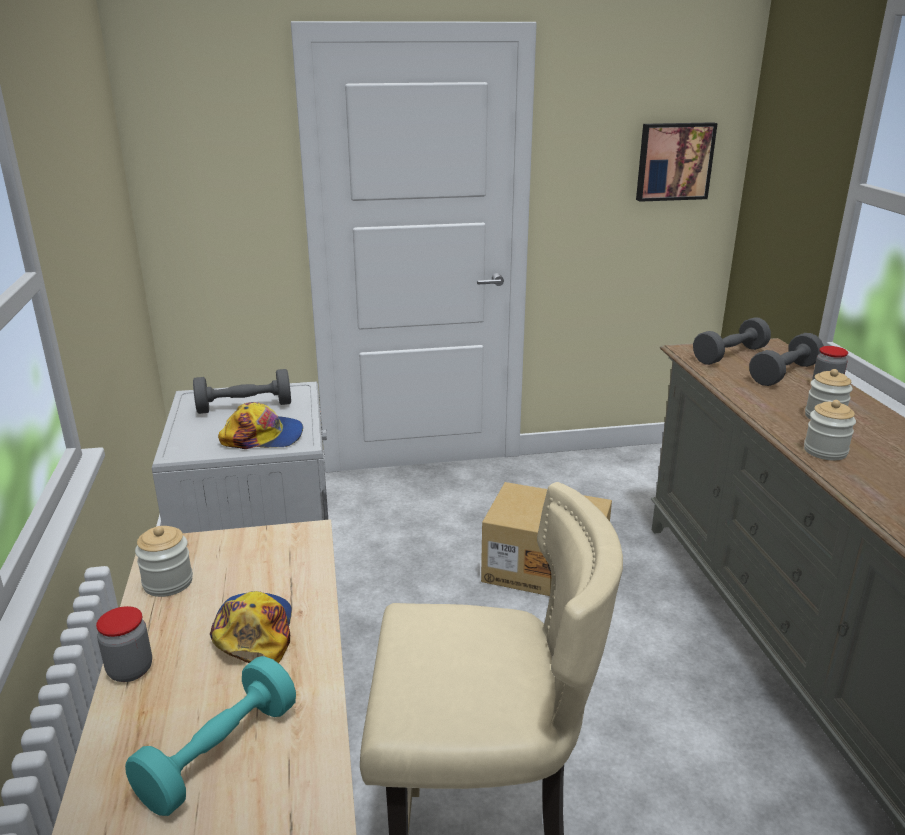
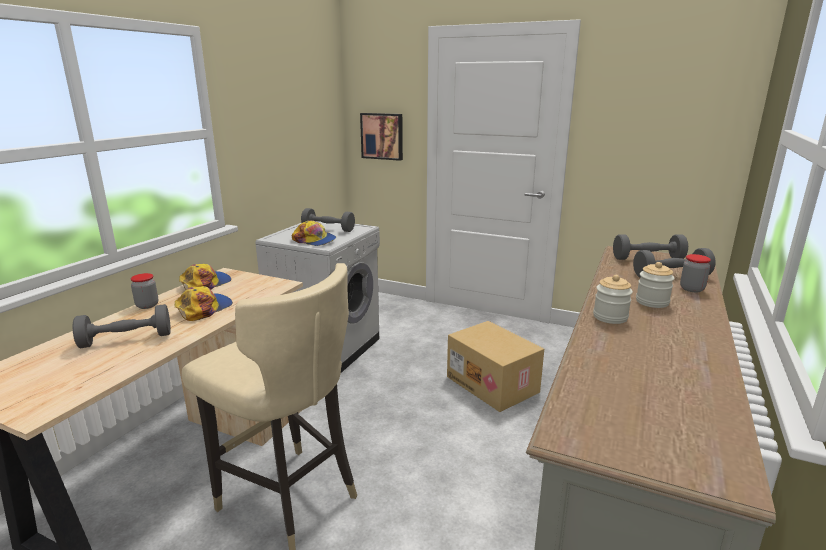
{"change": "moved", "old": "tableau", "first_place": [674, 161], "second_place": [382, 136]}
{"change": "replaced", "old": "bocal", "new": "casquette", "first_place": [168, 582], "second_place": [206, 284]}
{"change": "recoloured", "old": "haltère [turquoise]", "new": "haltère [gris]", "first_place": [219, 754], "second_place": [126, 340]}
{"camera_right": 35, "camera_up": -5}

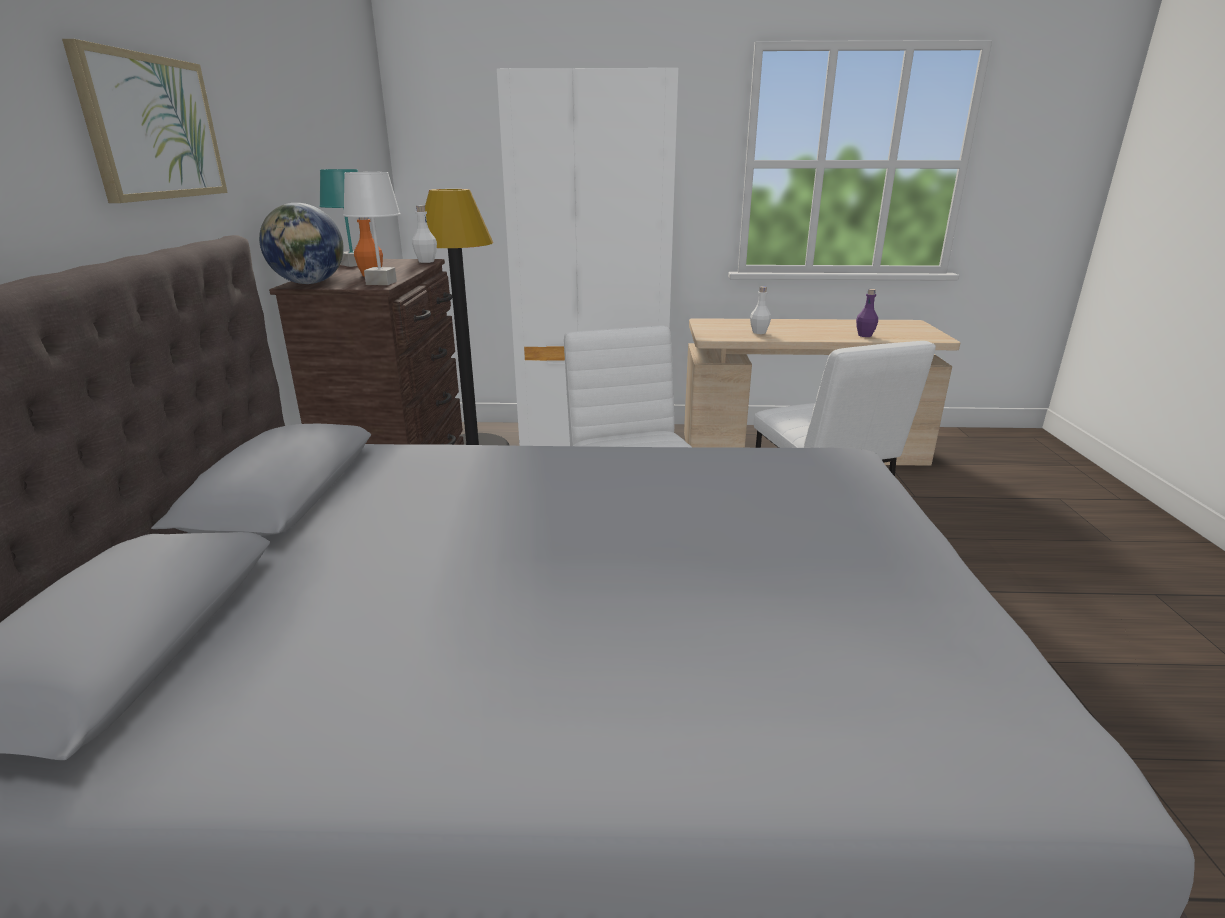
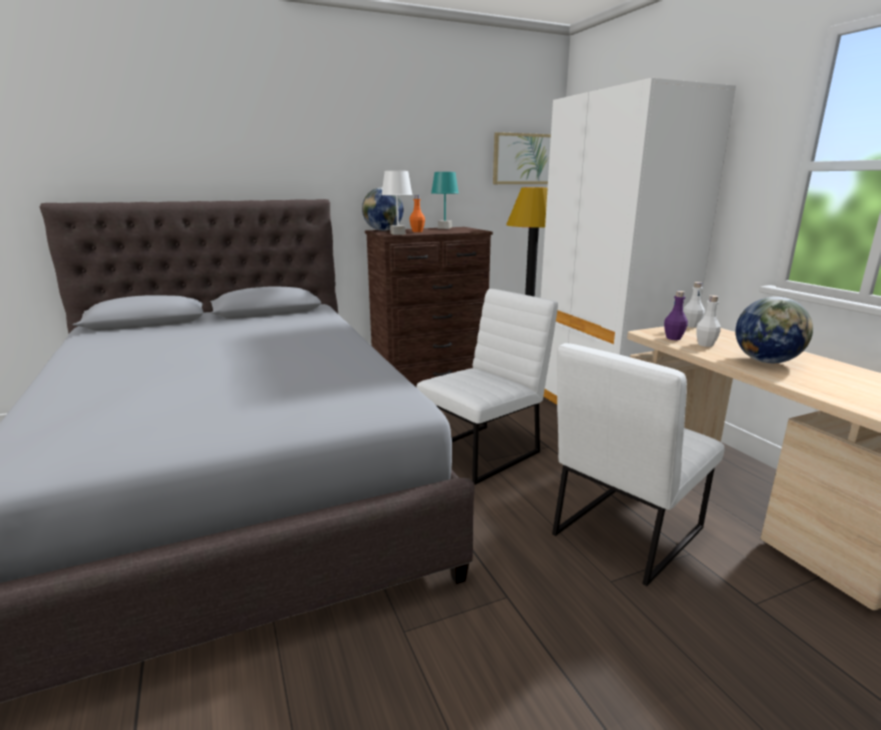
{"change": "moved", "old": "tableau", "first_place": [152, 128], "second_place": [522, 159]}
{"change": "moved", "old": "bouteille [blanc]", "first_place": [426, 261], "second_place": [691, 326]}
{"change": "moved", "old": "bouteille [violet]", "first_place": [864, 335], "second_place": [673, 338]}
{"change": "added", "new": "globe", "second_place": [766, 361]}
{"camera_right": 65, "camera_up": -5}

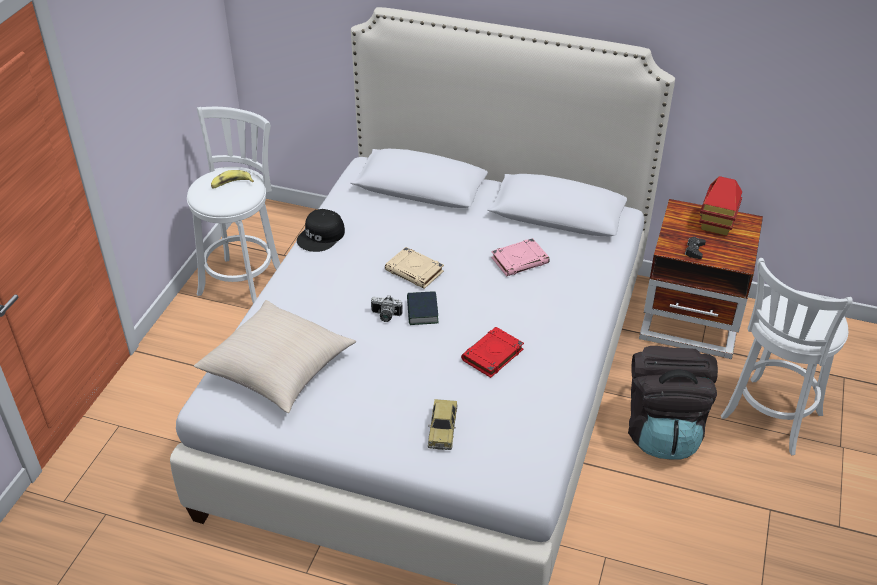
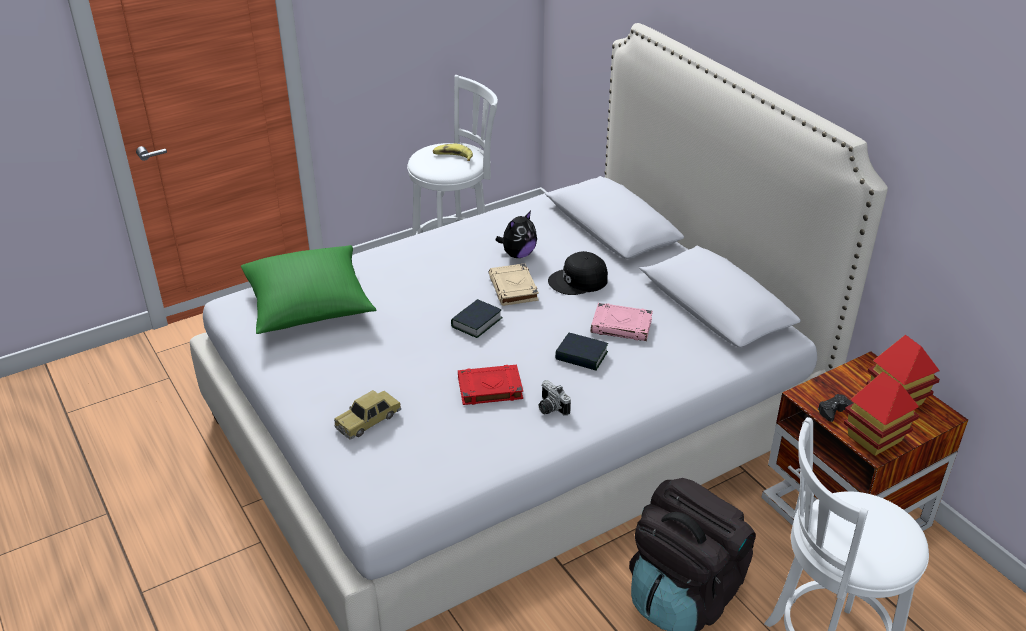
{"change": "moved", "old": "casquette [noir]", "first_place": [321, 236], "second_place": [578, 281]}
{"change": "moved", "old": "appareil photo", "first_place": [385, 316], "second_place": [550, 408]}
{"change": "recoloured", "old": "coussin [beige]", "new": "coussin [vert]", "first_place": [278, 368], "second_place": [309, 305]}
{"change": "added", "new": "peluche", "second_place": [518, 254]}
{"change": "added", "new": "livre", "second_place": [581, 356]}
{"change": "added", "new": "maison miniature", "second_place": [874, 438]}
{"camera_right": 40, "camera_up": -5}

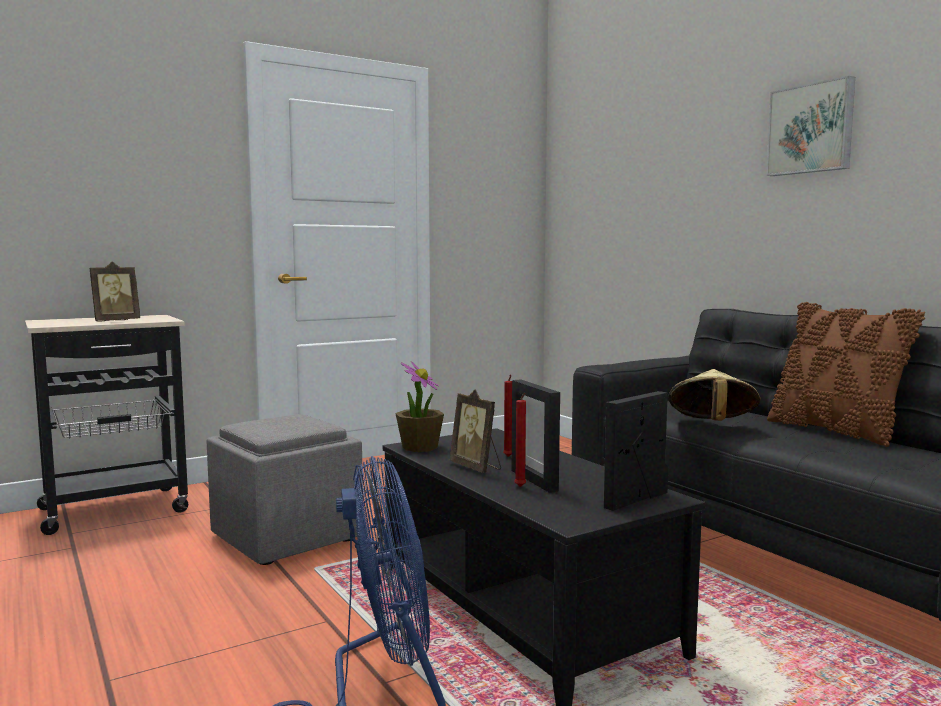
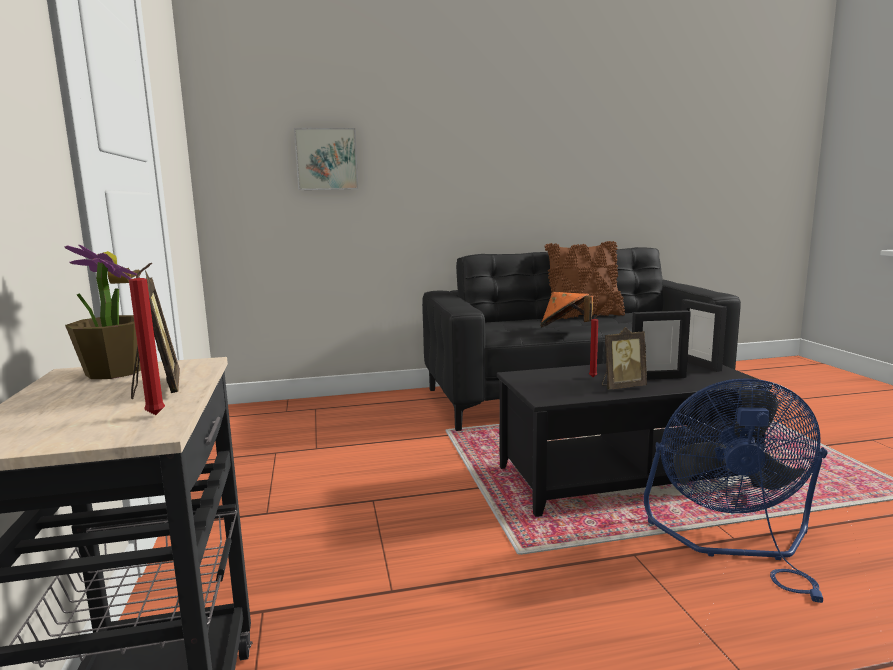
{"change": "moved", "old": "tableau", "first_place": [811, 129], "second_place": [326, 159]}
{"change": "moved", "old": "plante en pot", "first_place": [419, 447], "second_place": [114, 372]}
{"change": "recoloured", "old": "chapeau [beige]", "new": "chapeau [orange]", "first_place": [711, 425], "second_place": [564, 328]}
{"change": "moved", "old": "bougie [rouge]", "first_place": [520, 487], "second_place": [158, 415]}
{"change": "removed", "old": "pouf [gris]", "first_place": [287, 537]}
{"camera_right": -70, "camera_up": 5}

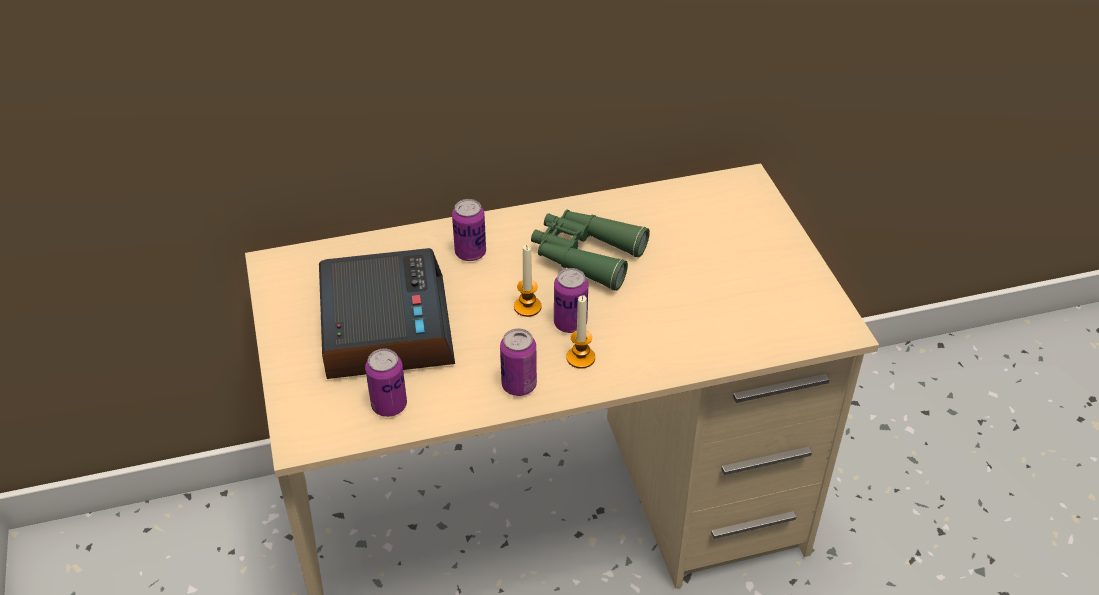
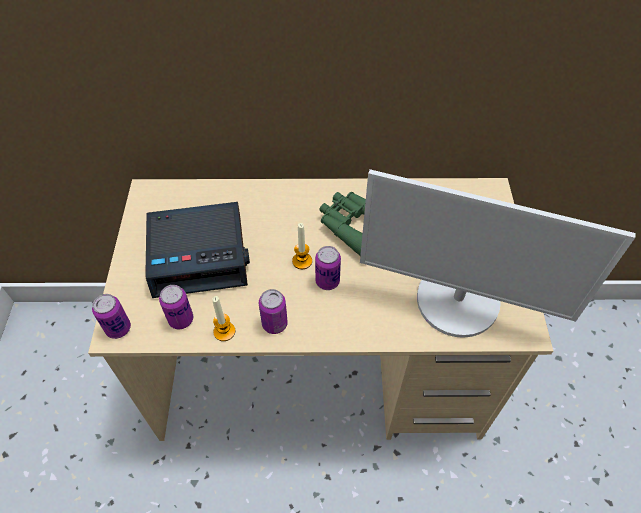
{"change": "moved", "old": "boîte métallique", "first_place": [470, 253], "second_place": [118, 328]}
{"change": "turned", "old": "réveil", "first_place": [384, 326], "second_place": [200, 255], "degrees": 75}
{"change": "moved", "old": "bougie", "first_place": [580, 358], "second_place": [224, 331]}
{"change": "added", "new": "écran d'ordinateur", "second_place": [458, 301]}
{"camera_right": 15, "camera_up": 10}

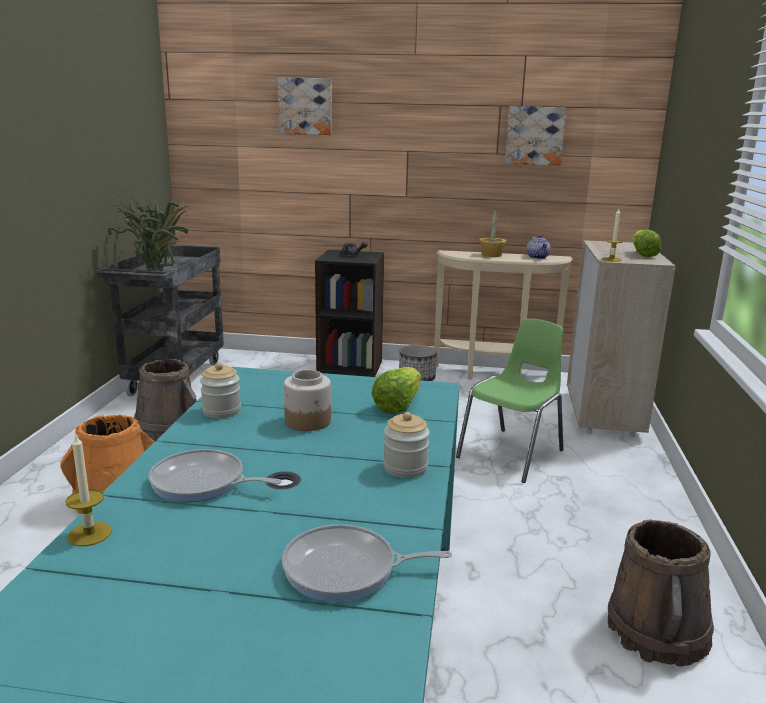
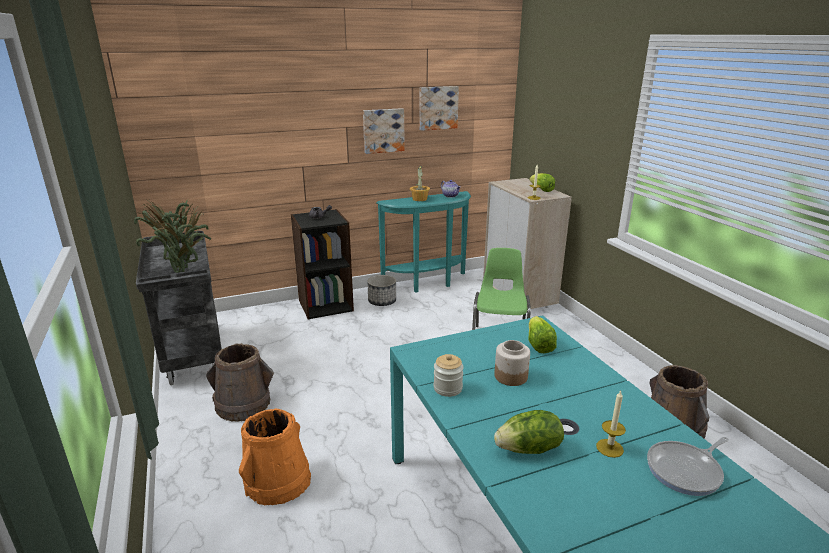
{"change": "moved", "old": "tableau", "first_place": [305, 106], "second_place": [383, 130]}
{"change": "recoloured", "old": "table console [beige]", "new": "table console [turquoise]", "first_place": [495, 374], "second_place": [428, 284]}
{"change": "removed", "old": "bocal", "first_place": [405, 467]}
{"change": "moved", "old": "bougie", "first_place": [89, 534], "second_place": [609, 448]}
{"change": "replaced", "old": "poêle", "new": "laitue", "first_place": [202, 483], "second_place": [529, 449]}
{"camera_right": -30, "camera_up": 5}

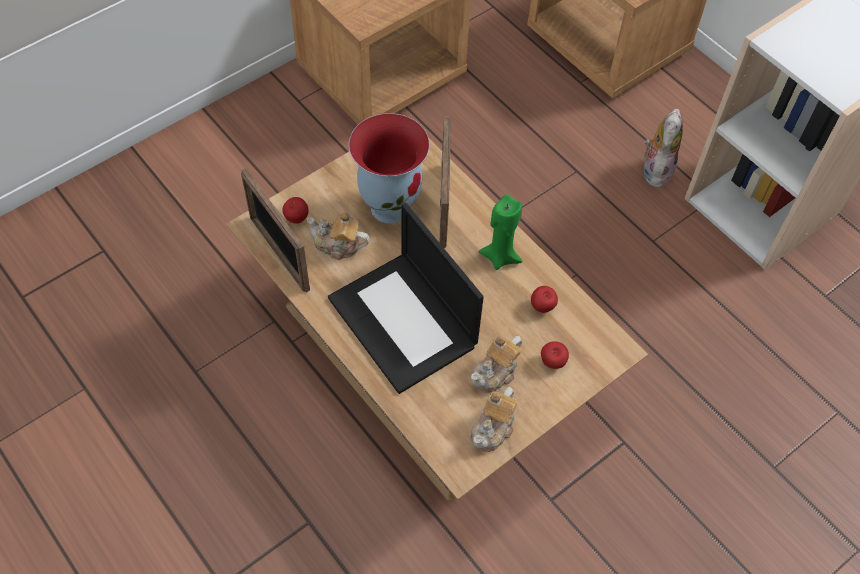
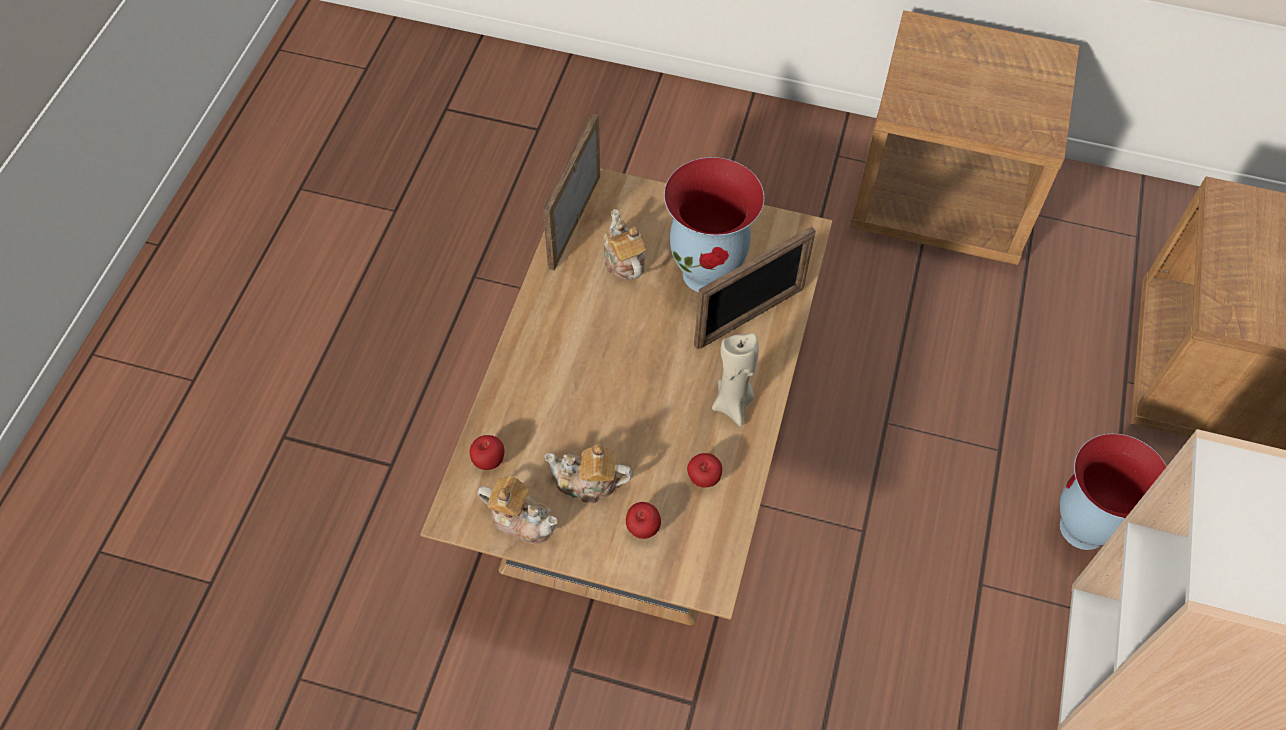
{"change": "replaced", "old": "peluche", "new": "vase", "first_place": [655, 169], "second_place": [1082, 530]}
{"change": "recoloured", "old": "bougie [vert]", "new": "bougie [beige]", "first_place": [500, 256], "second_place": [733, 404]}
{"change": "moved", "old": "pomme", "first_place": [296, 218], "second_place": [488, 461]}
{"change": "removed", "old": "ordinateur portable", "first_place": [404, 322]}
{"change": "turned", "old": "théière", "first_place": [493, 428], "second_place": [521, 519], "degrees": -150}
{"camera_right": 55, "camera_up": 0}

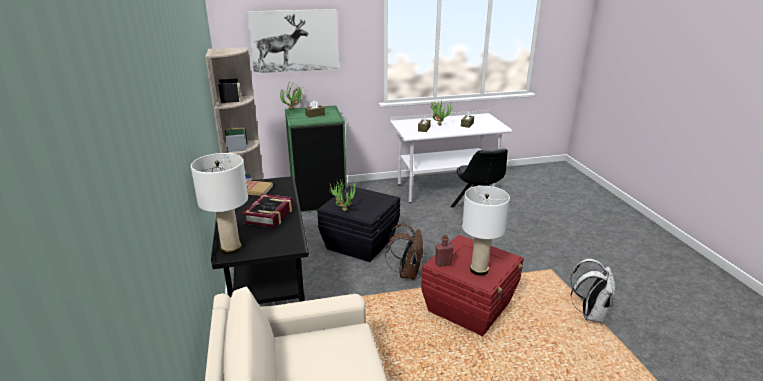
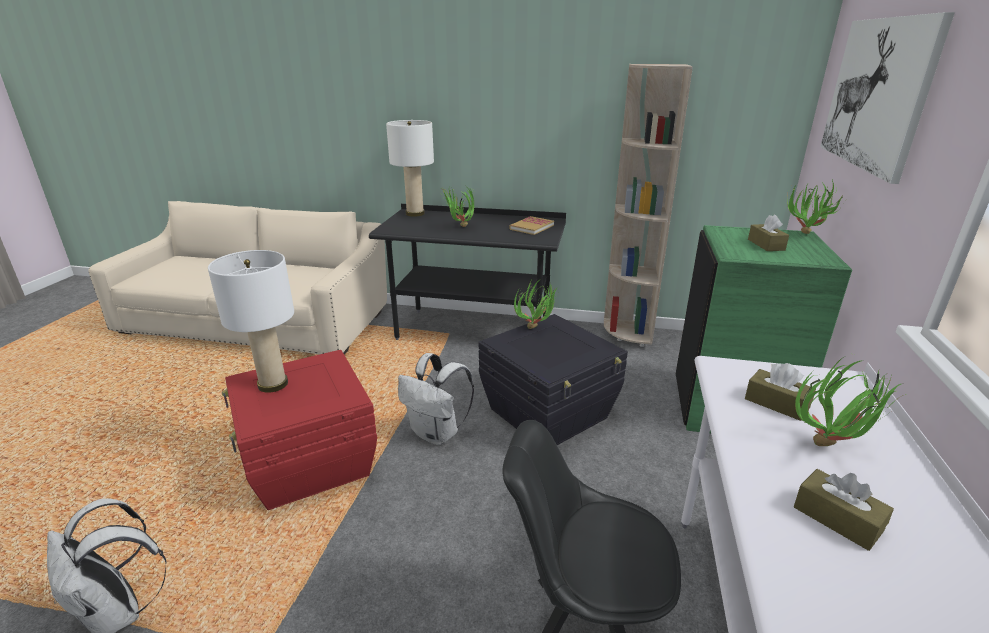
{"change": "replaced", "old": "livre", "new": "plante en pot", "first_place": [269, 215], "second_place": [460, 228]}
{"change": "recoloured", "old": "sac à dos [marron]", "new": "sac à dos [blanc]", "first_place": [407, 273], "second_place": [437, 434]}
{"change": "removed", "old": "bouteille [rouge]", "first_place": [443, 264]}
{"camera_right": 115, "camera_up": 0}

